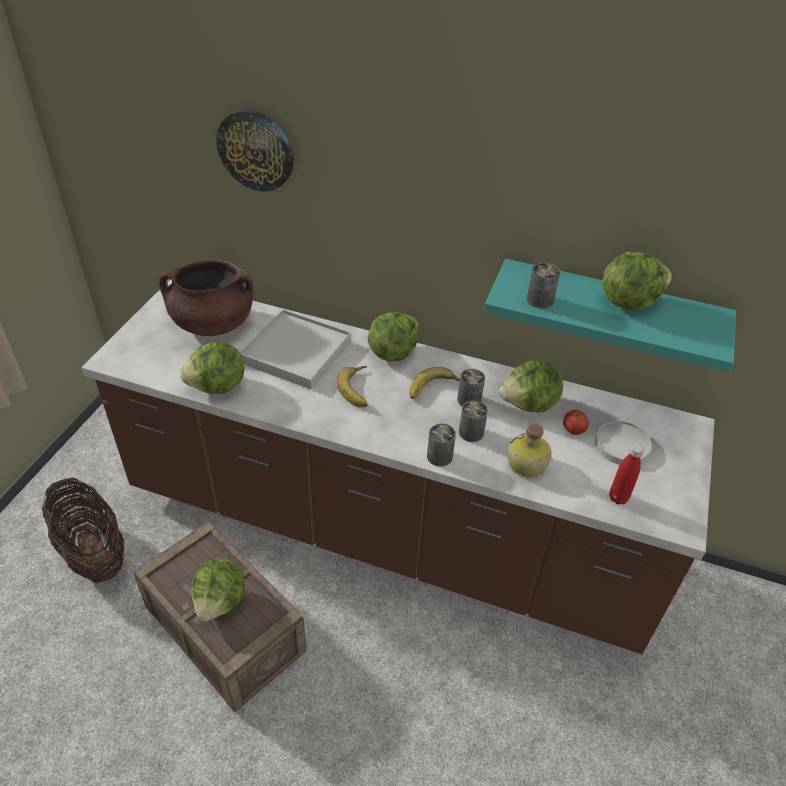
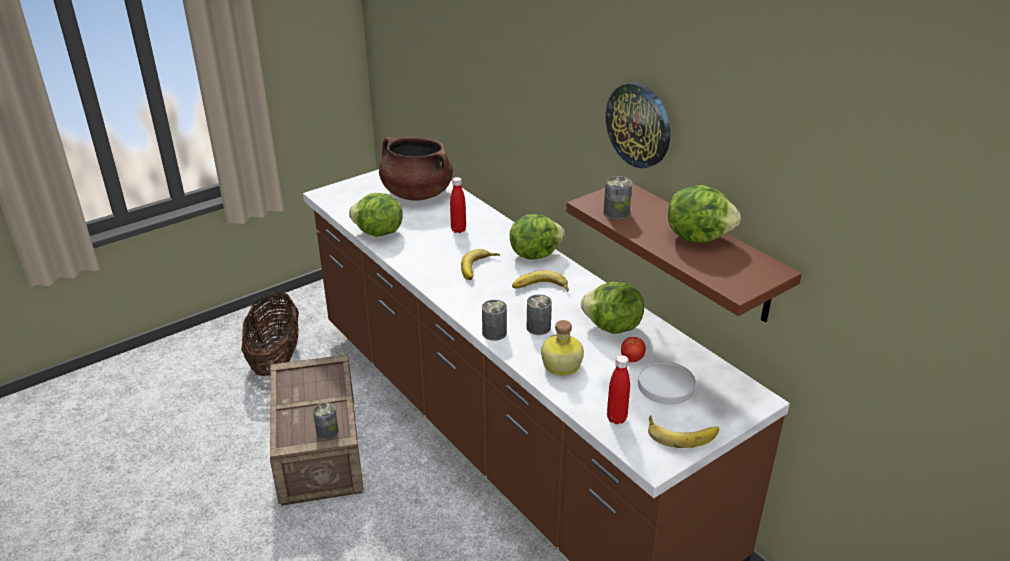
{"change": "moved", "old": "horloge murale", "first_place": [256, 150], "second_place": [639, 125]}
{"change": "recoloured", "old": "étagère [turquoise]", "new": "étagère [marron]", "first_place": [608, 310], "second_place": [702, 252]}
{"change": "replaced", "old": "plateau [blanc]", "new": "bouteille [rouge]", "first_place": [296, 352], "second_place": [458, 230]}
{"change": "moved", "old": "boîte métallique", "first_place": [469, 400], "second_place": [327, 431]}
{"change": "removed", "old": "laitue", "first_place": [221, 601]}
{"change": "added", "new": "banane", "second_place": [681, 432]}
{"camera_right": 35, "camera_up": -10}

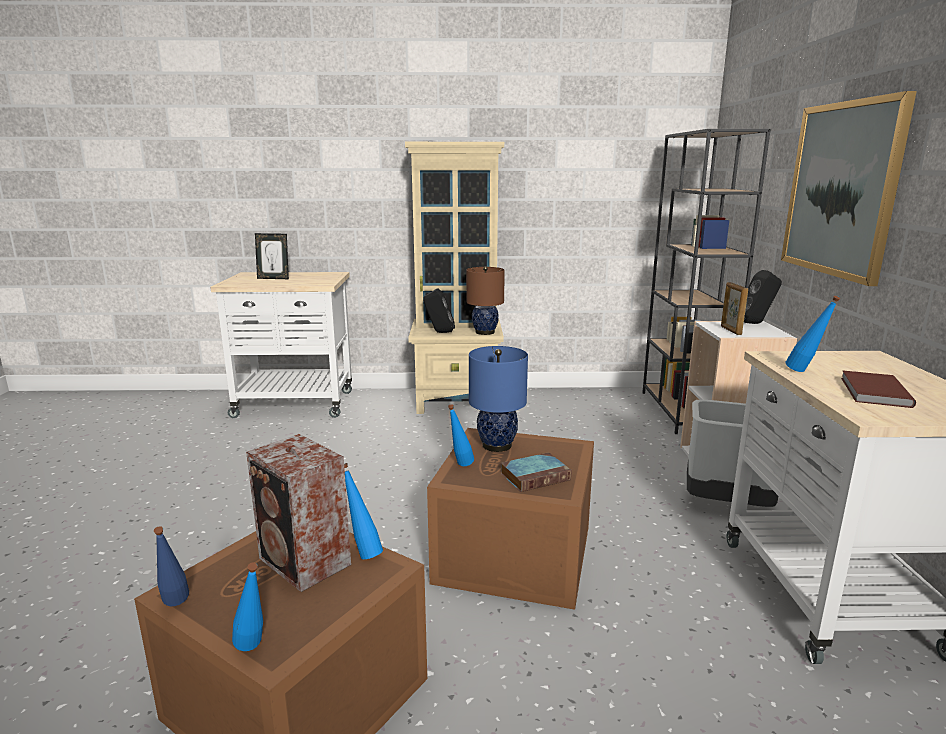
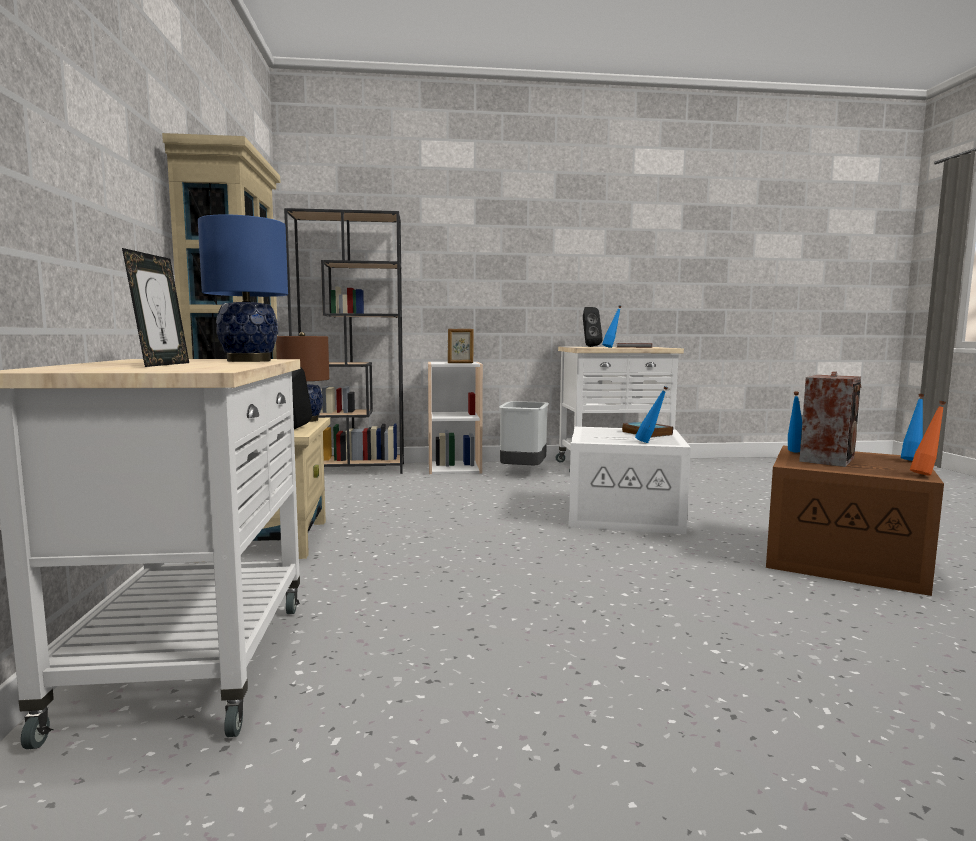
{"change": "removed", "old": "tableau", "first_place": [841, 189]}
{"change": "moved", "old": "enceinte [noir]", "first_place": [756, 323], "second_place": [589, 346]}
{"change": "moved", "old": "lampe de table [bleu]", "first_place": [497, 445], "second_place": [248, 360]}
{"change": "recoloured", "old": "boîte de rangement [marron]", "new": "boîte de rangement [blanc]", "first_place": [516, 555], "second_place": [625, 514]}
{"change": "recoloured", "old": "bouteille [bleu]", "new": "bouteille [orange]", "first_place": [175, 608], "second_place": [925, 474]}
{"camera_right": -95, "camera_up": -10}

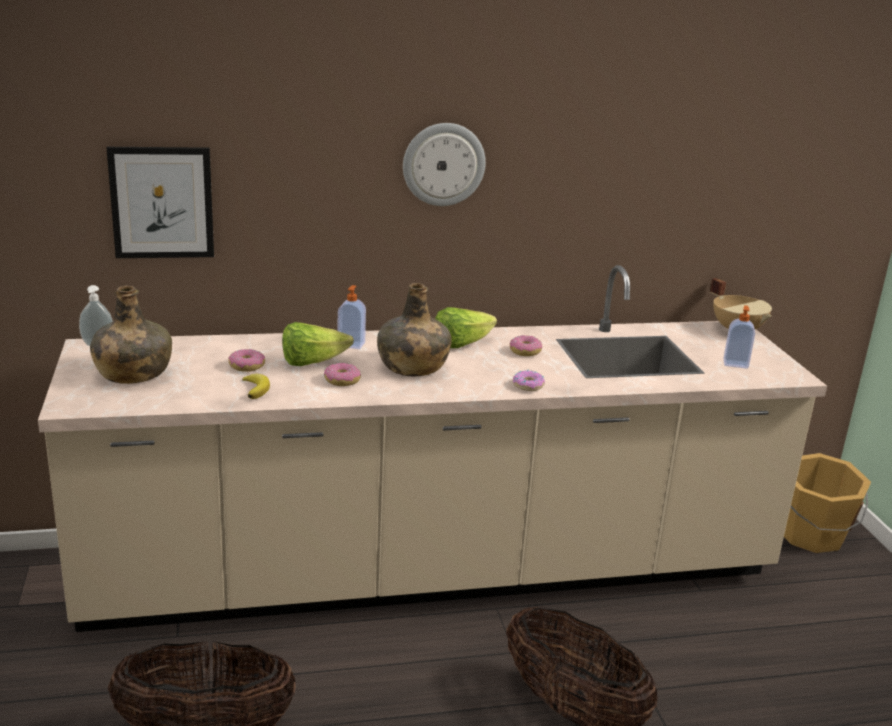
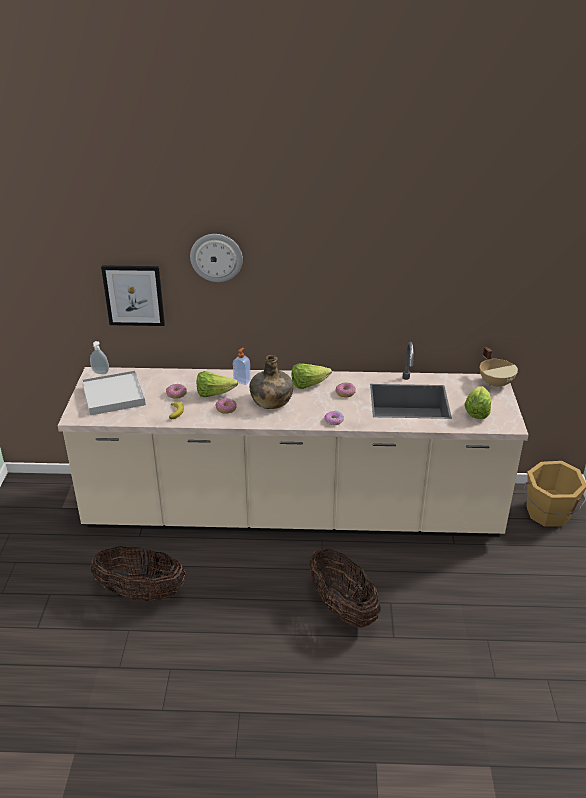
{"change": "moved", "old": "horloge murale", "first_place": [443, 164], "second_place": [216, 257]}
{"change": "replaced", "old": "bouteille [vert]", "new": "plateau [blanc]", "first_place": [132, 373], "second_place": [113, 395]}
{"change": "replaced", "old": "distributeur de savon", "new": "laitue", "first_place": [735, 363], "second_place": [477, 412]}
{"camera_right": 15, "camera_up": 10}

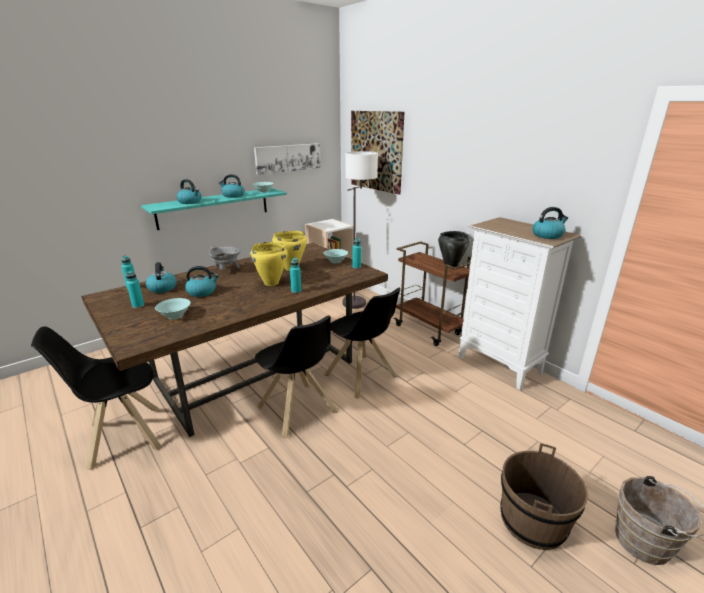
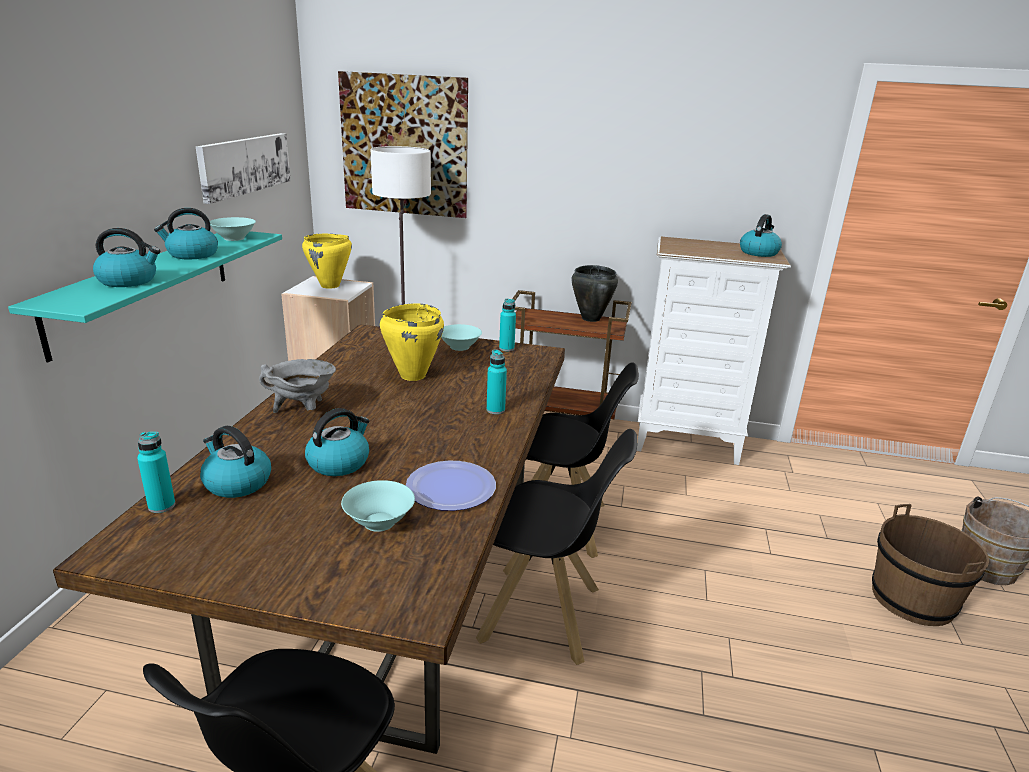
{"change": "moved", "old": "marmite [jaune]", "first_place": [271, 283], "second_place": [330, 286]}
{"change": "removed", "old": "bouteille [turquoise]", "first_place": [138, 305]}
{"change": "added", "new": "assiette", "second_place": [451, 487]}
{"camera_right": -40, "camera_up": 0}

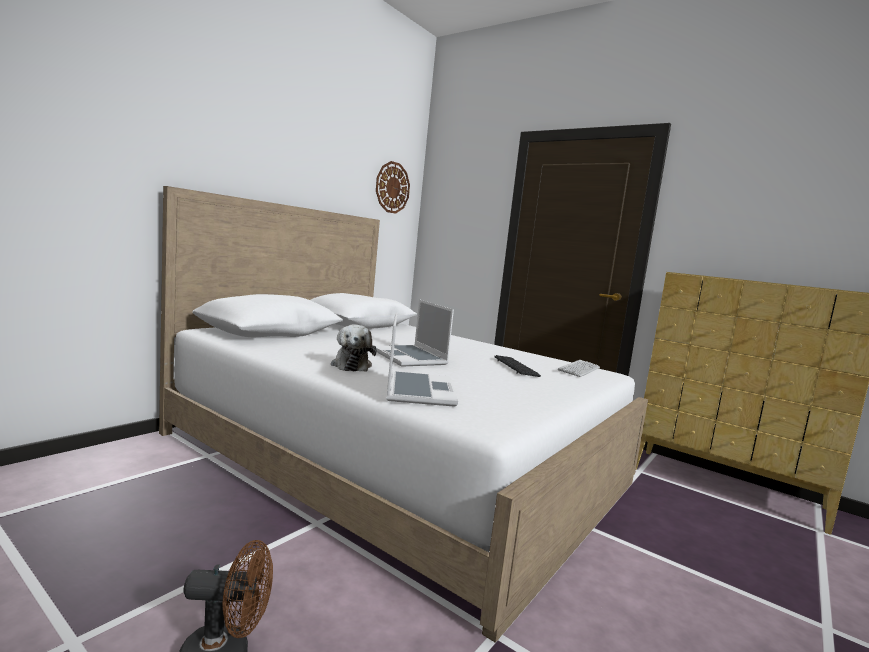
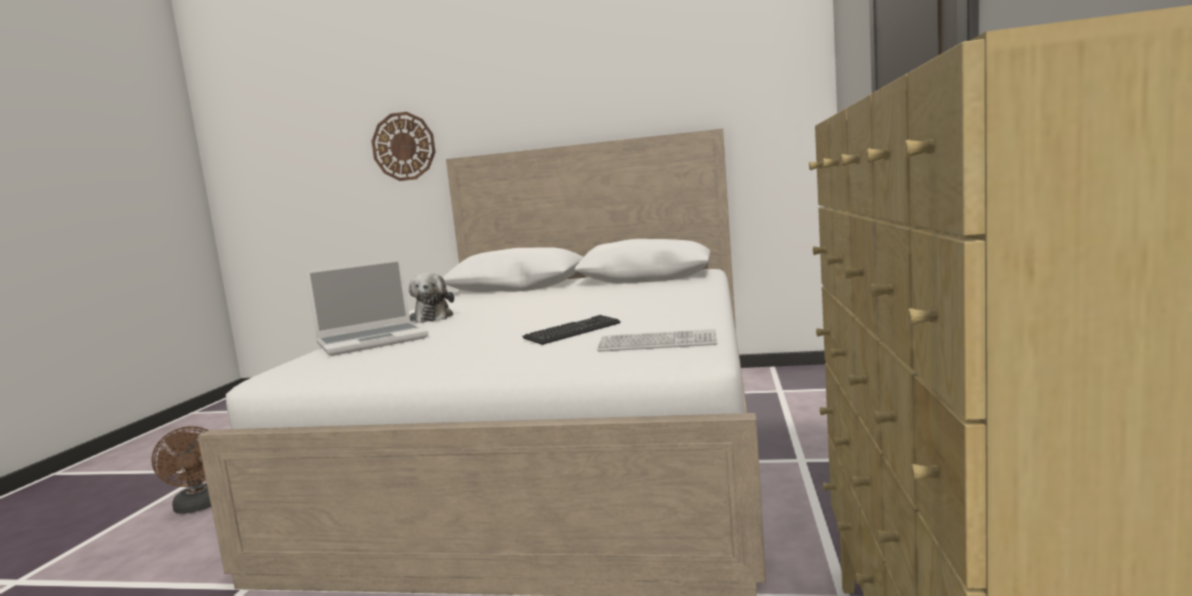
{"change": "moved", "old": "horloge murale", "first_place": [392, 187], "second_place": [404, 146]}
{"change": "removed", "old": "ordinateur portable", "first_place": [410, 358]}
{"change": "turned", "old": "peluche", "first_place": [351, 365], "second_place": [432, 317], "degrees": -60}
{"camera_right": 65, "camera_up": 0}

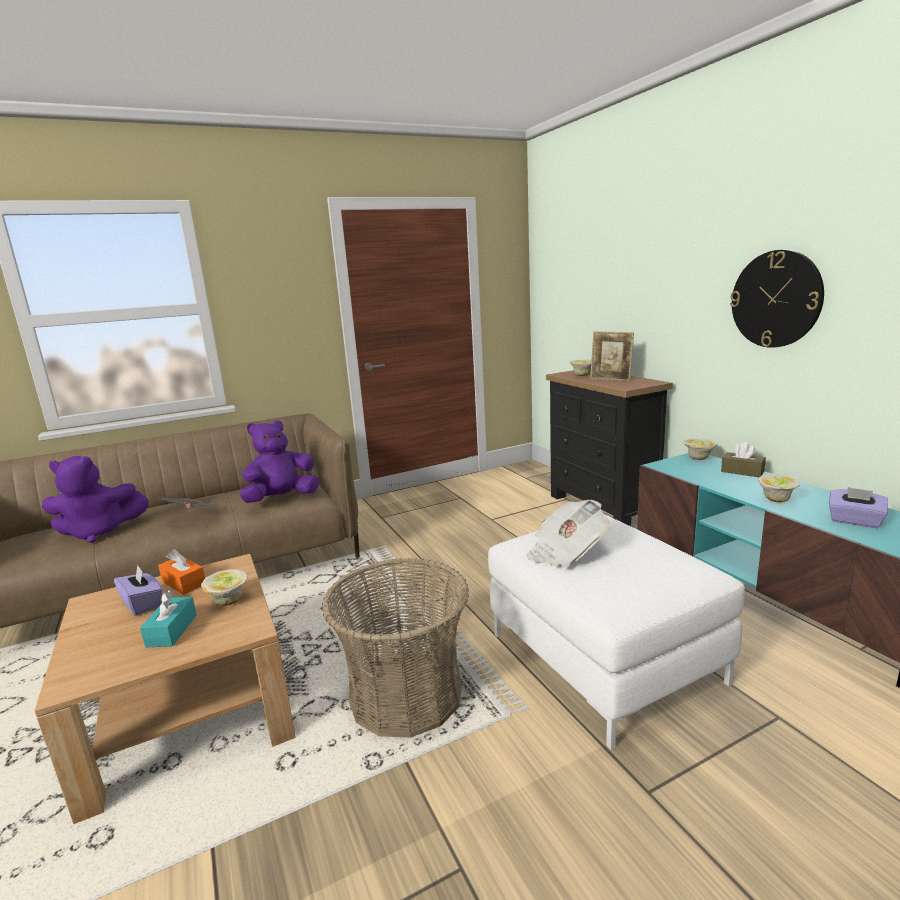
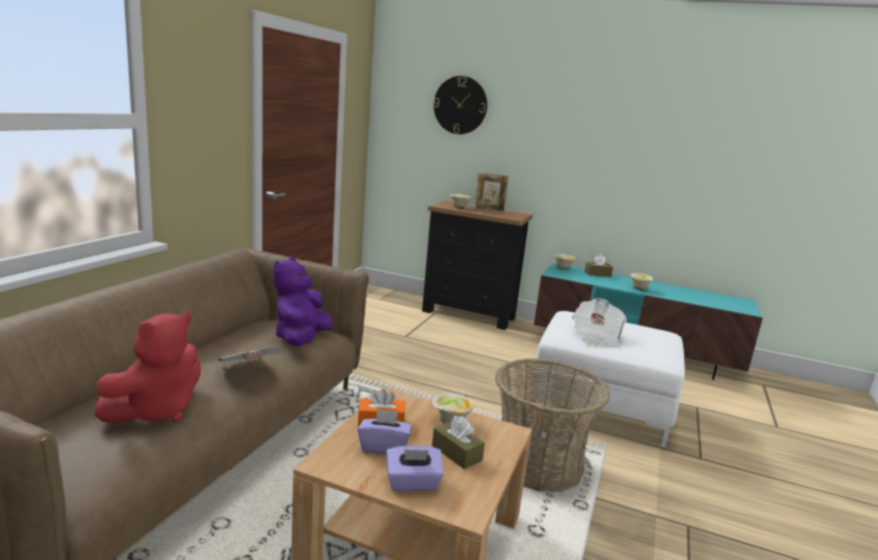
{"change": "moved", "old": "horloge murale", "first_place": [776, 299], "second_place": [460, 105]}
{"change": "recoloured", "old": "peluche [violet]", "new": "peluche [rouge]", "first_place": [99, 532], "second_place": [156, 410]}
{"change": "moved", "old": "boîte à mouchoirs [violet]", "first_place": [854, 521], "second_place": [413, 483]}
{"change": "recoloured", "old": "boîte à mouchoirs [turquoise]", "new": "boîte à mouchoirs [marron]", "first_place": [172, 630], "second_place": [456, 453]}
{"camera_right": -45, "camera_up": 0}

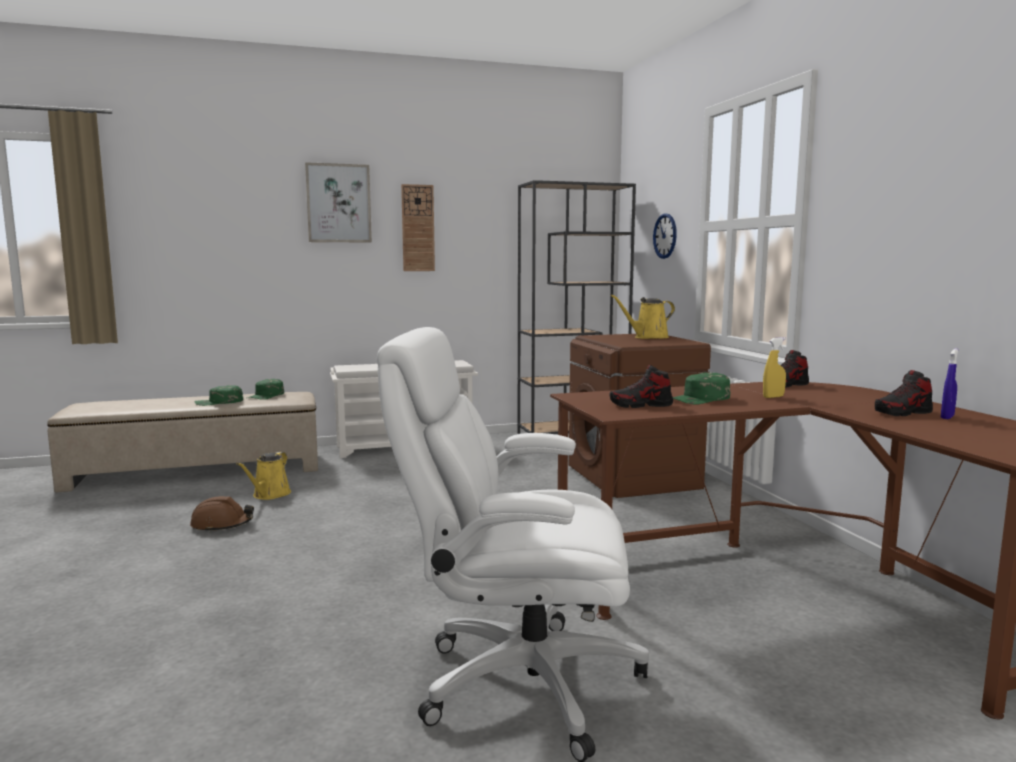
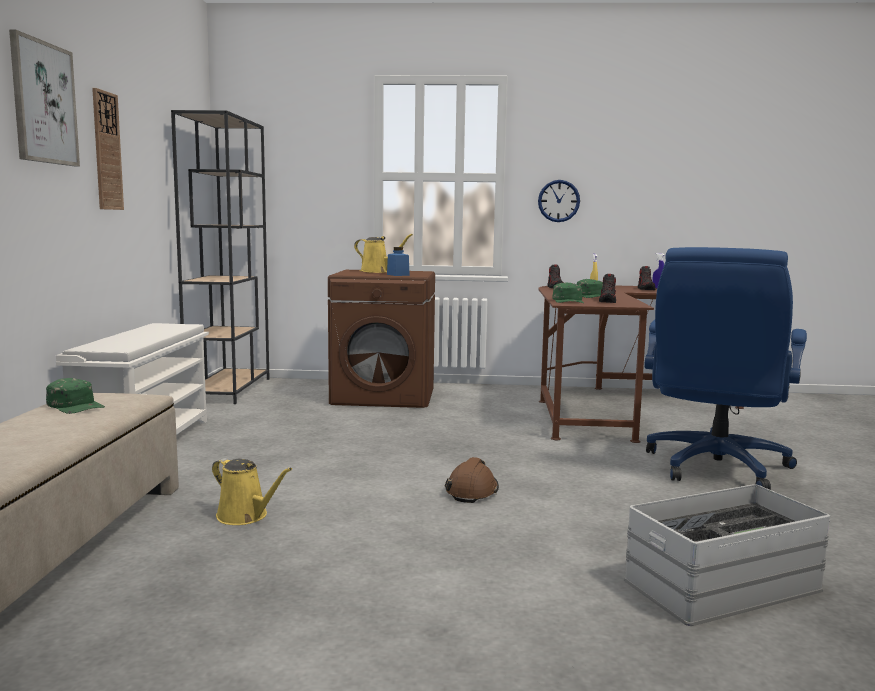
{"change": "moved", "old": "horloge murale", "first_place": [665, 236], "second_place": [558, 201]}
{"change": "turned", "old": "arrosoir [jaune]", "first_place": [648, 337], "second_place": [377, 271], "degrees": -60}
{"change": "recoloured", "old": "chaise de bureau [blanc]", "new": "chaise de bureau [bleu]", "first_place": [514, 681], "second_place": [714, 470]}
{"change": "moved", "old": "casquette [vert]", "first_place": [219, 402], "second_place": [568, 301]}
{"change": "moved", "old": "casque de chantier [marron]", "first_place": [222, 525], "second_place": [472, 491]}
{"change": "added", "new": "bocal [bleu]", "second_place": [398, 275]}
{"change": "added", "new": "boîte de rangement [gris]", "second_place": [723, 586]}
{"camera_right": -70, "camera_up": 0}

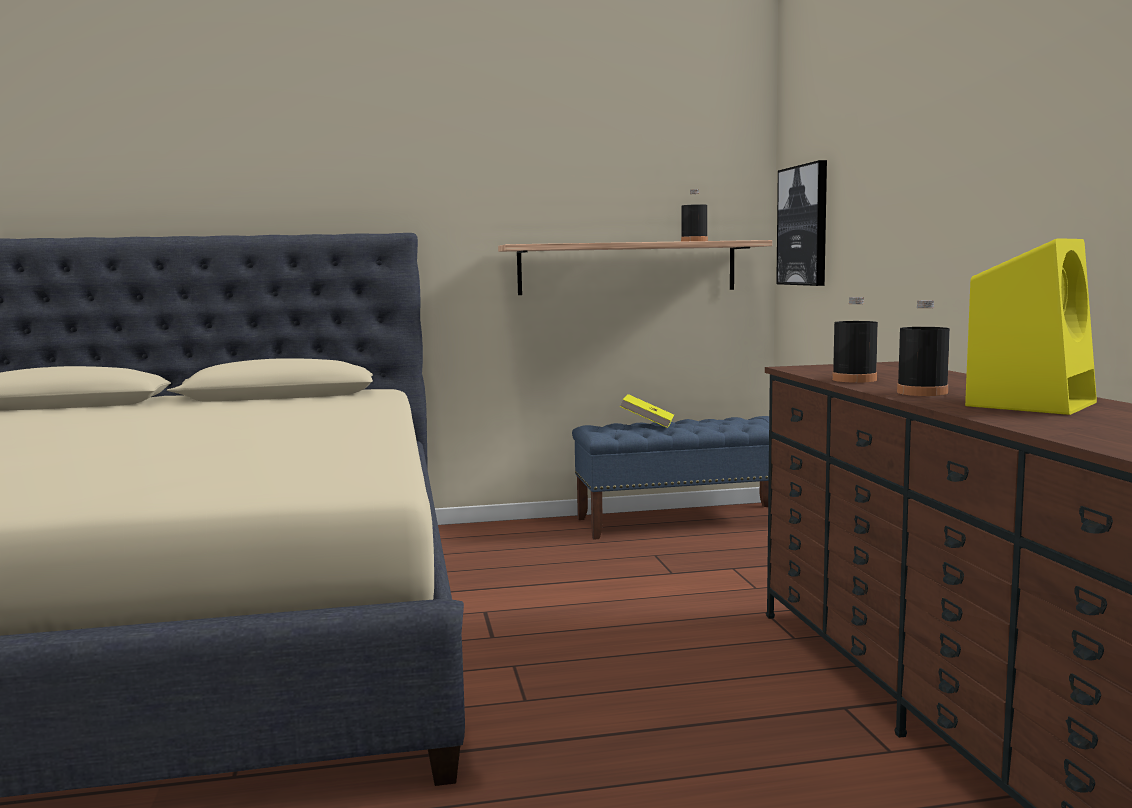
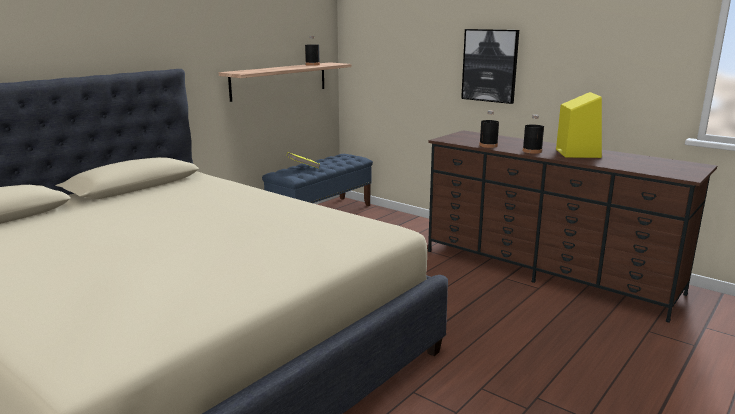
{"change": "moved", "old": "tableau", "first_place": [804, 225], "second_place": [490, 65]}
{"camera_right": -40, "camera_up": 10}

